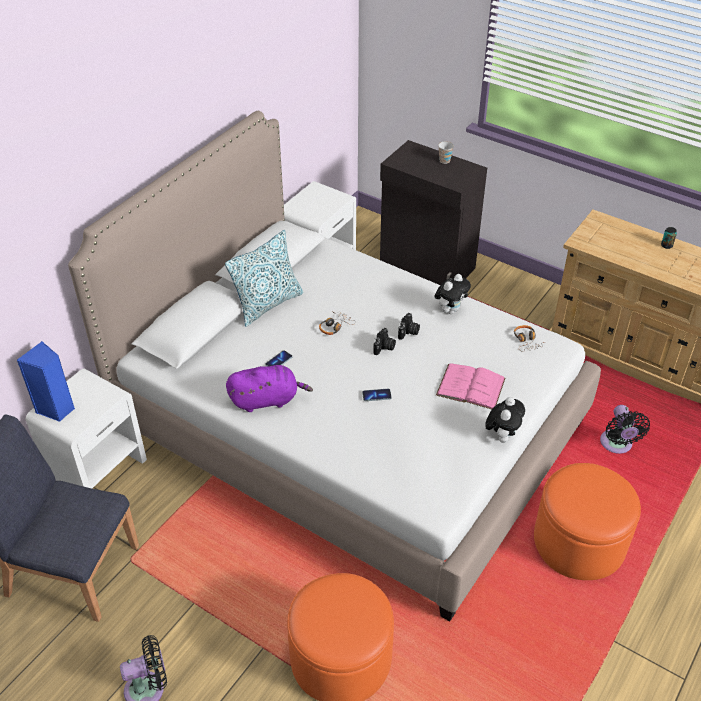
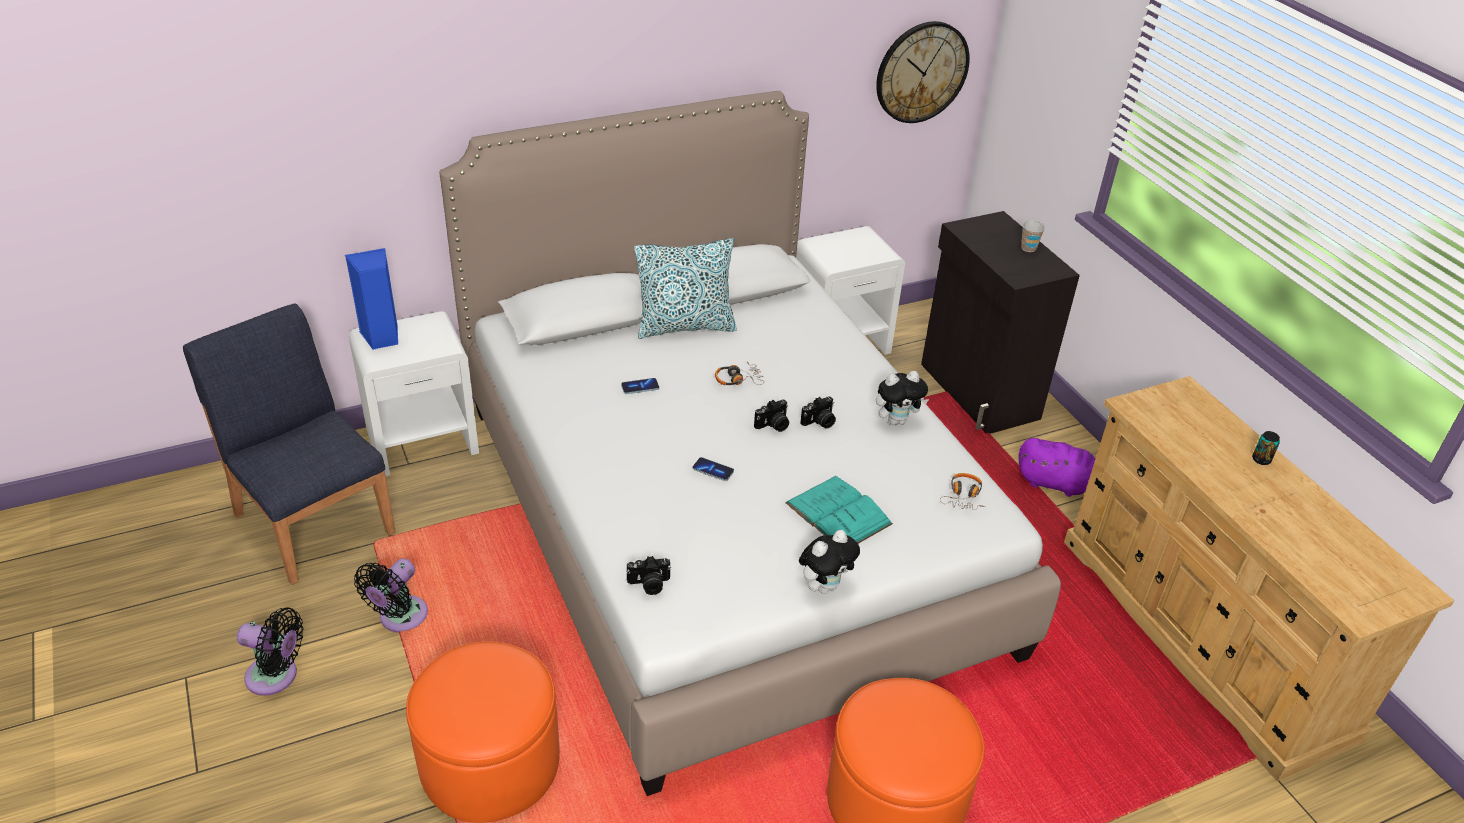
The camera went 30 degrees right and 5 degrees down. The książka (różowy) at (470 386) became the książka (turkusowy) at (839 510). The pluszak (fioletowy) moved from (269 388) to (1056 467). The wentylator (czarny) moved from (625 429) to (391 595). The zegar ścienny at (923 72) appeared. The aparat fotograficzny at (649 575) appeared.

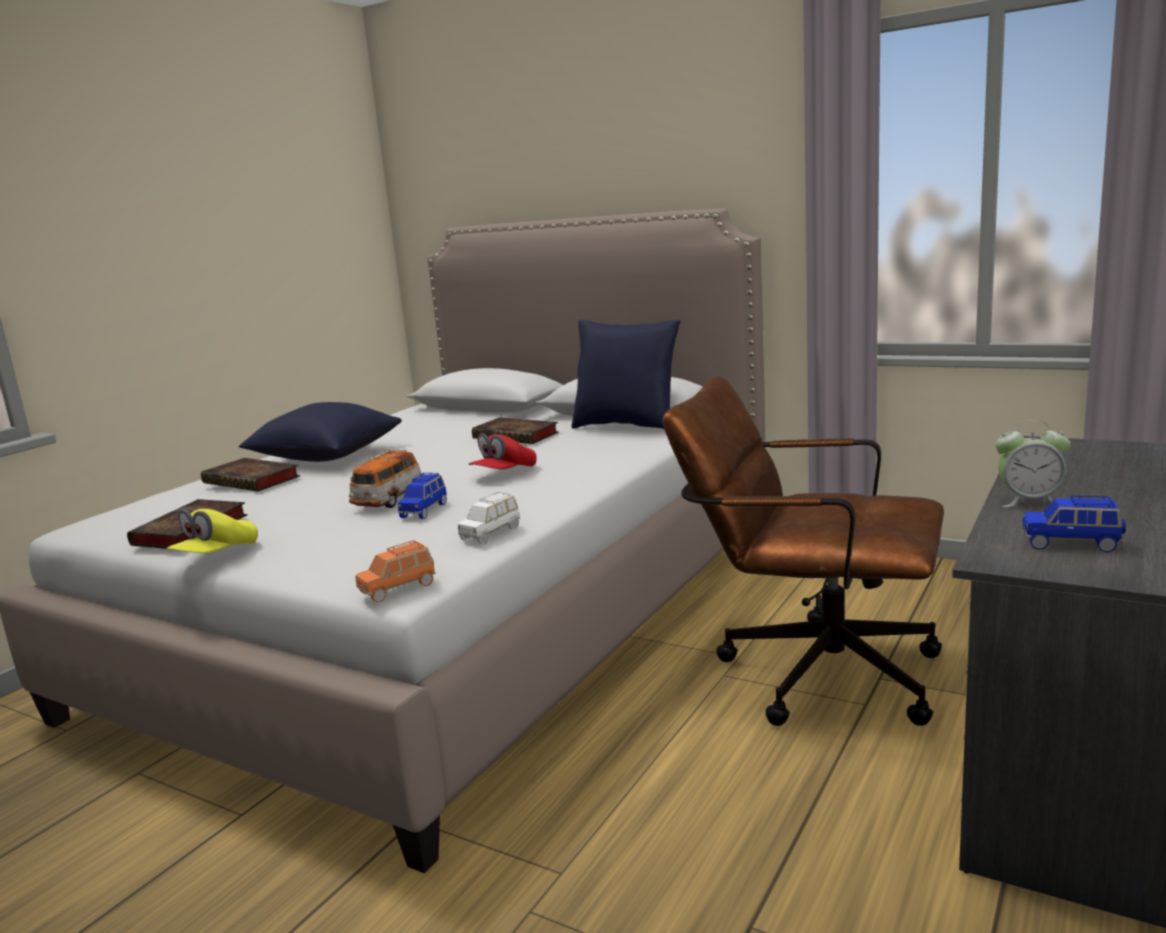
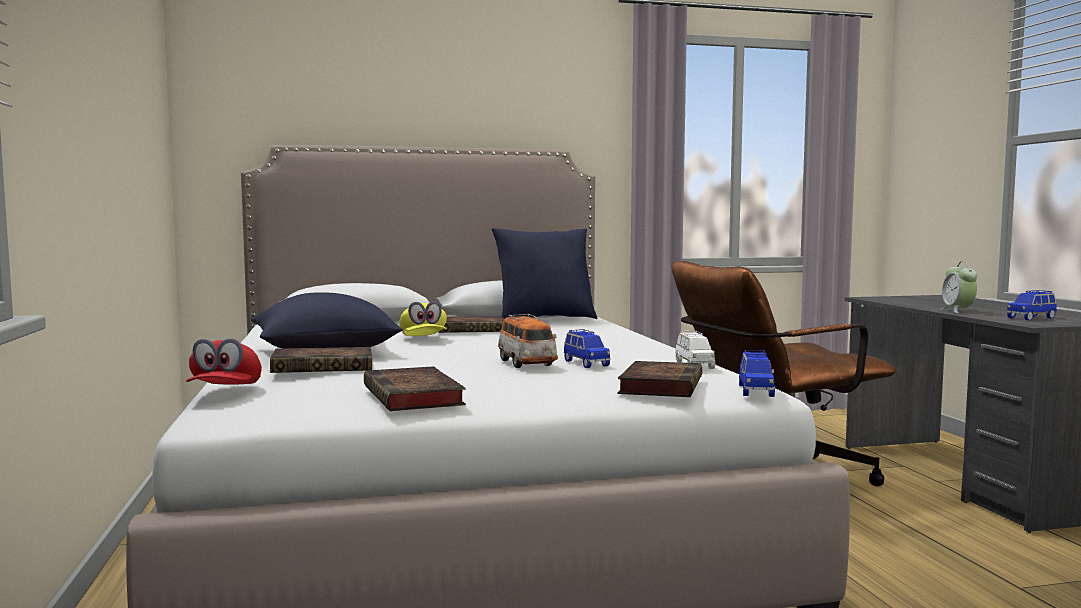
The camera went 45 degrees left and 10 degrees down. The budzik at (1032 464) turned 120 degrees clockwise. The czapka z daszkiem (czerwony) moved from (503 451) to (224 361). The czapka z daszkiem (żółty) moved from (212 531) to (423 318). The samochodzik (pomarańczowy) at (395 571) became the samochodzik (niebieski) at (757 373). The książka at (660 379) appeared.

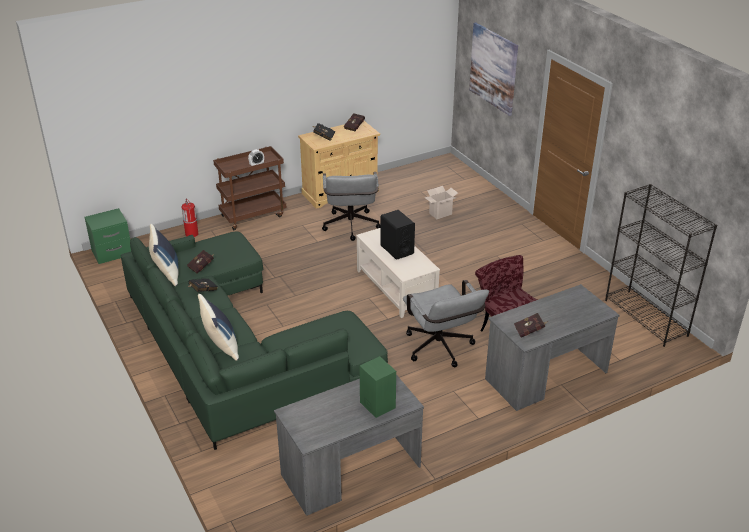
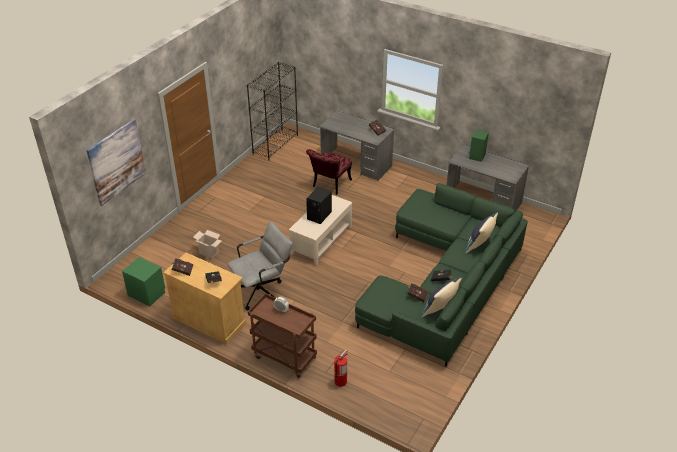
The camera went 120 degrees left and 5 degrees up. The szafka nocna (zielony) moved from (108 236) to (143 281). The krzesło biurowe (szary) at (446 323) disappeared.

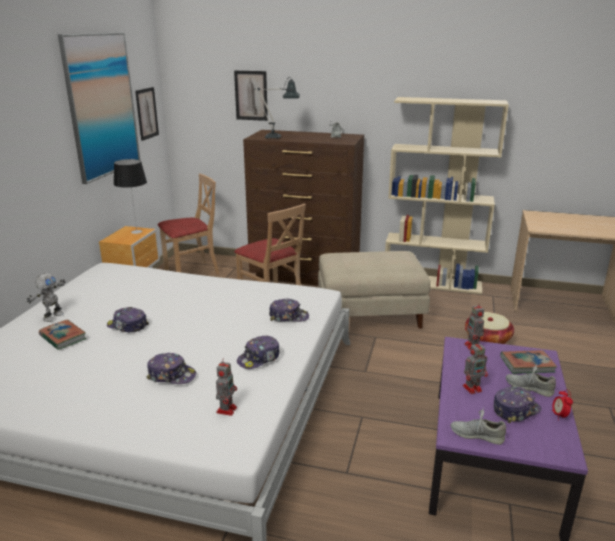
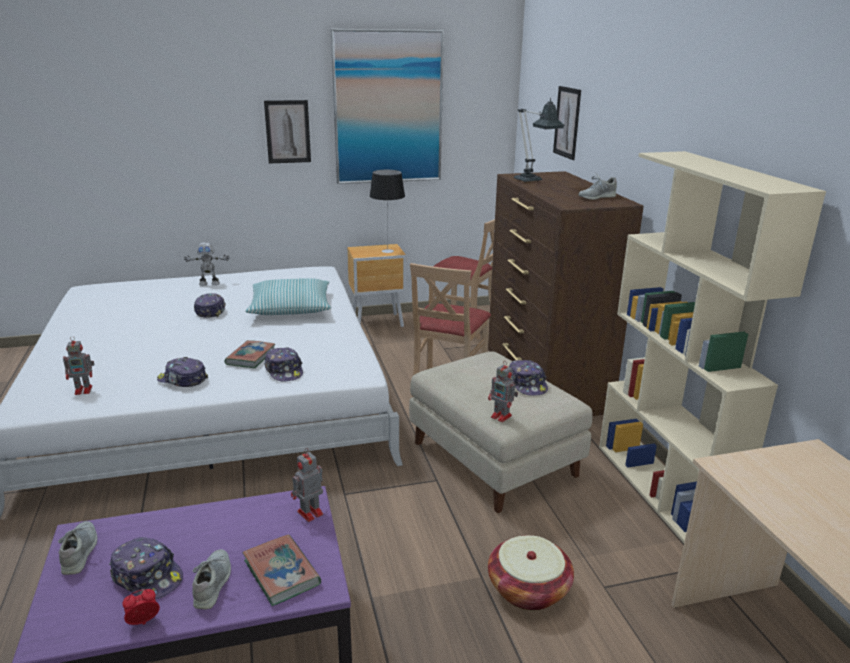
The camera went 60 degrees right and 0 degrees up. The obraz moved from (147 114) to (287 131). The książka moved from (62 334) to (249 354). The robot zabawkowy moved from (475 367) to (503 392). The czapka z daszkiem moved from (171 368) to (528 378). The poduszka at (288 296) appeared.

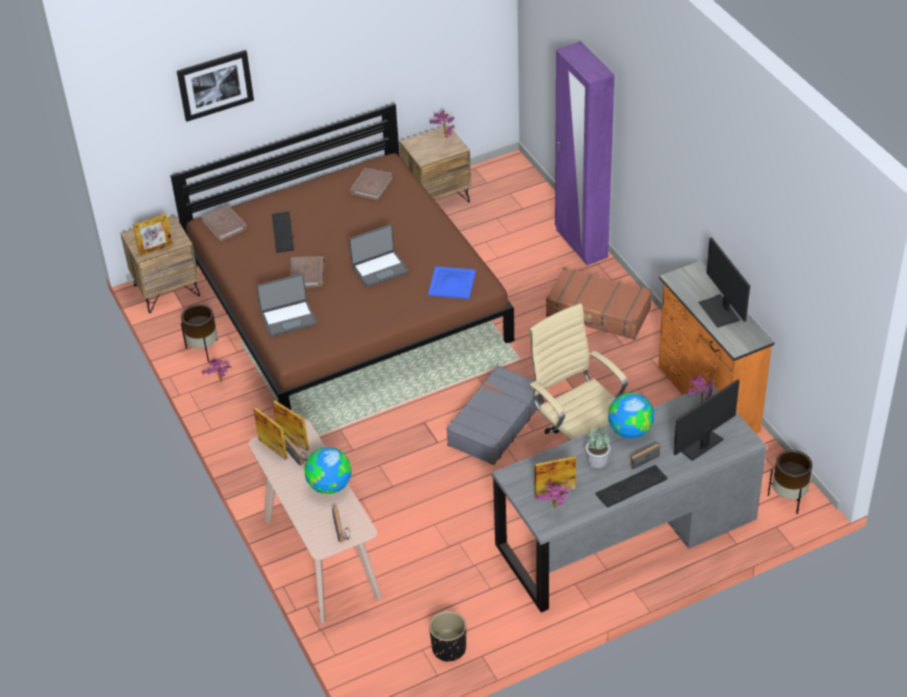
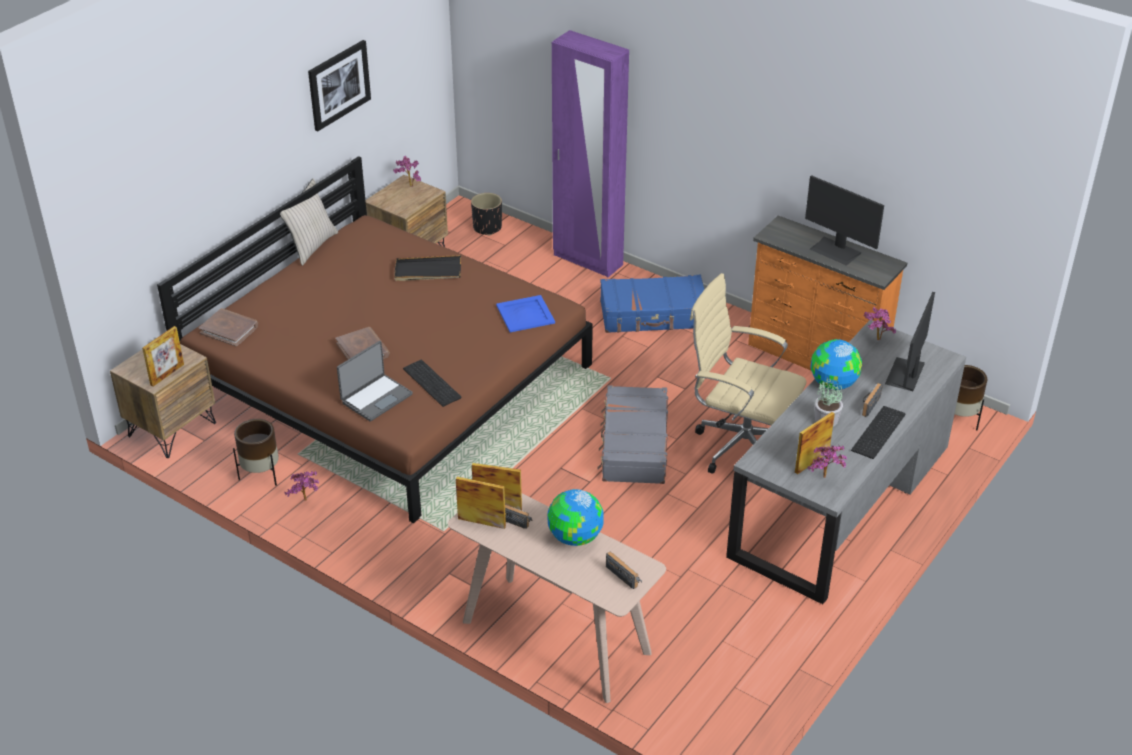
The camera went 30 degrees left and 5 degrees down. The obraz moved from (215 86) to (339 85). The książka (brązowy) at (371 183) disappeared. The klawiatura moved from (283 232) to (432 383). The laptop at (379 255) disappeared. The walizka (brązowy) at (599 303) became the walizka (niebieski) at (652 304). The donica (czarny) moved from (447 636) to (486 214). The poduszka (beżowy) at (309 222) appeared. The taca (czarny) at (427 268) appeared.

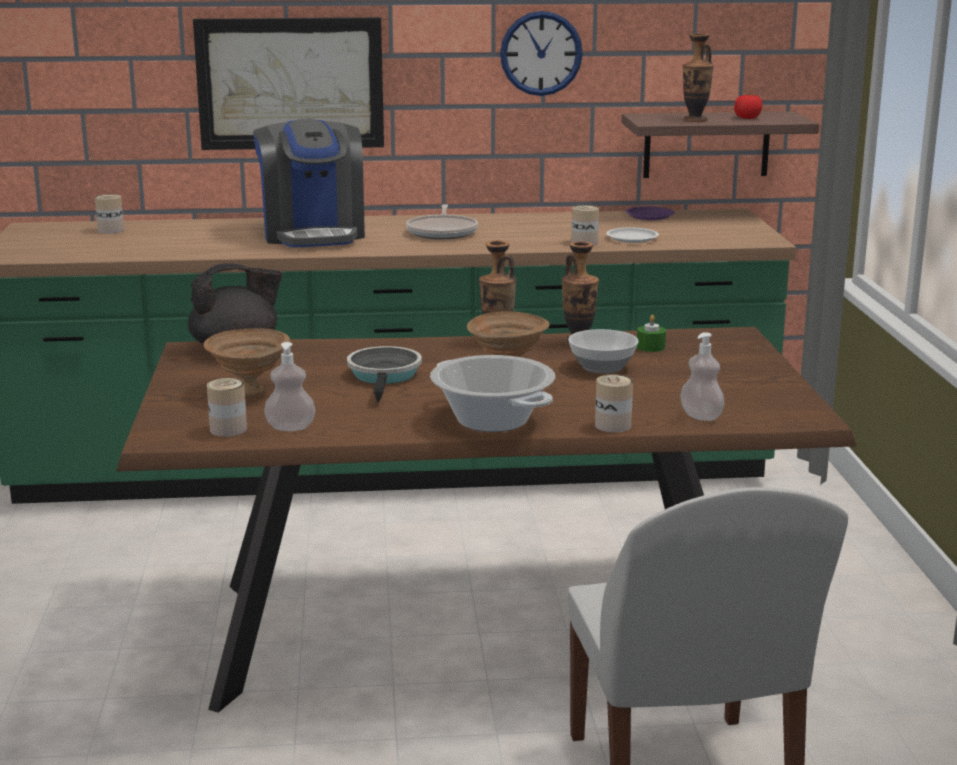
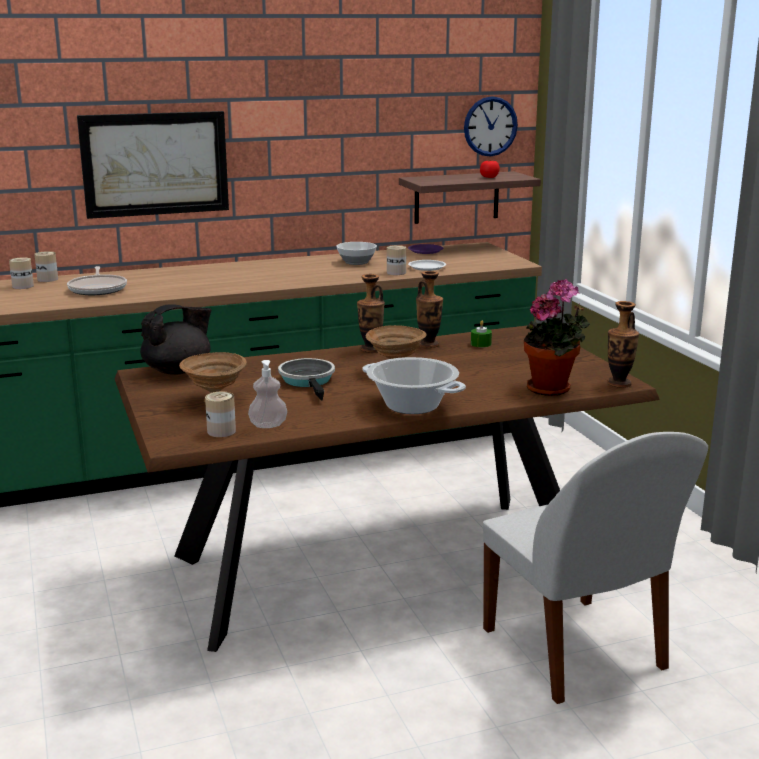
The camera went 15 degrees left and 0 degrees up. The zegar ścienny moved from (541 53) to (491 126). The wazon moved from (698 78) to (623 344). The ekspres do kawy at (309 183) disappeared. The patelnia moved from (442 221) to (97 280). The miska moved from (603 351) to (356 253). The dozownik mydła at (702 376) was replaced by the roślina doniczkowa at (557 337). The puszka moved from (614 403) to (46 266).

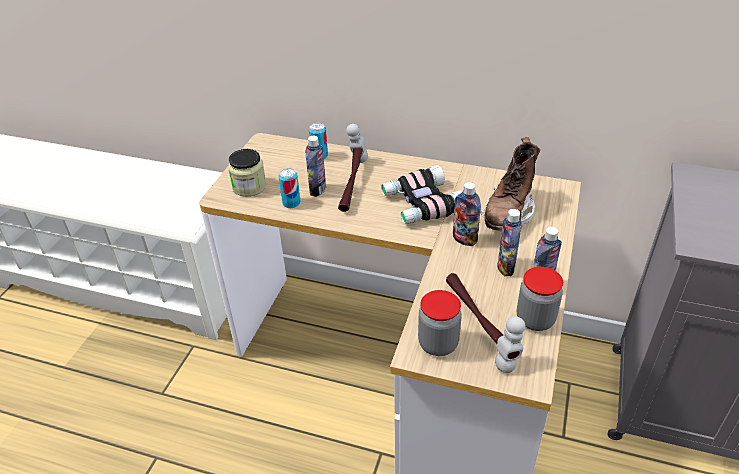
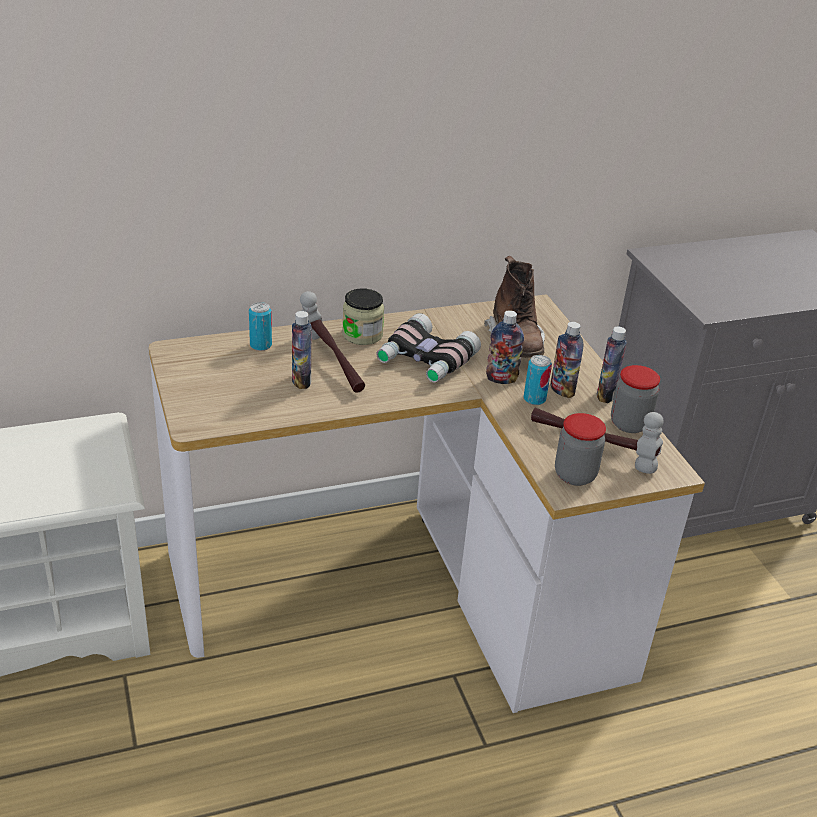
The camera went 40 degrees left and 5 degrees down. The słoik moved from (247 173) to (363 316). The puszka moved from (289 188) to (538 380).

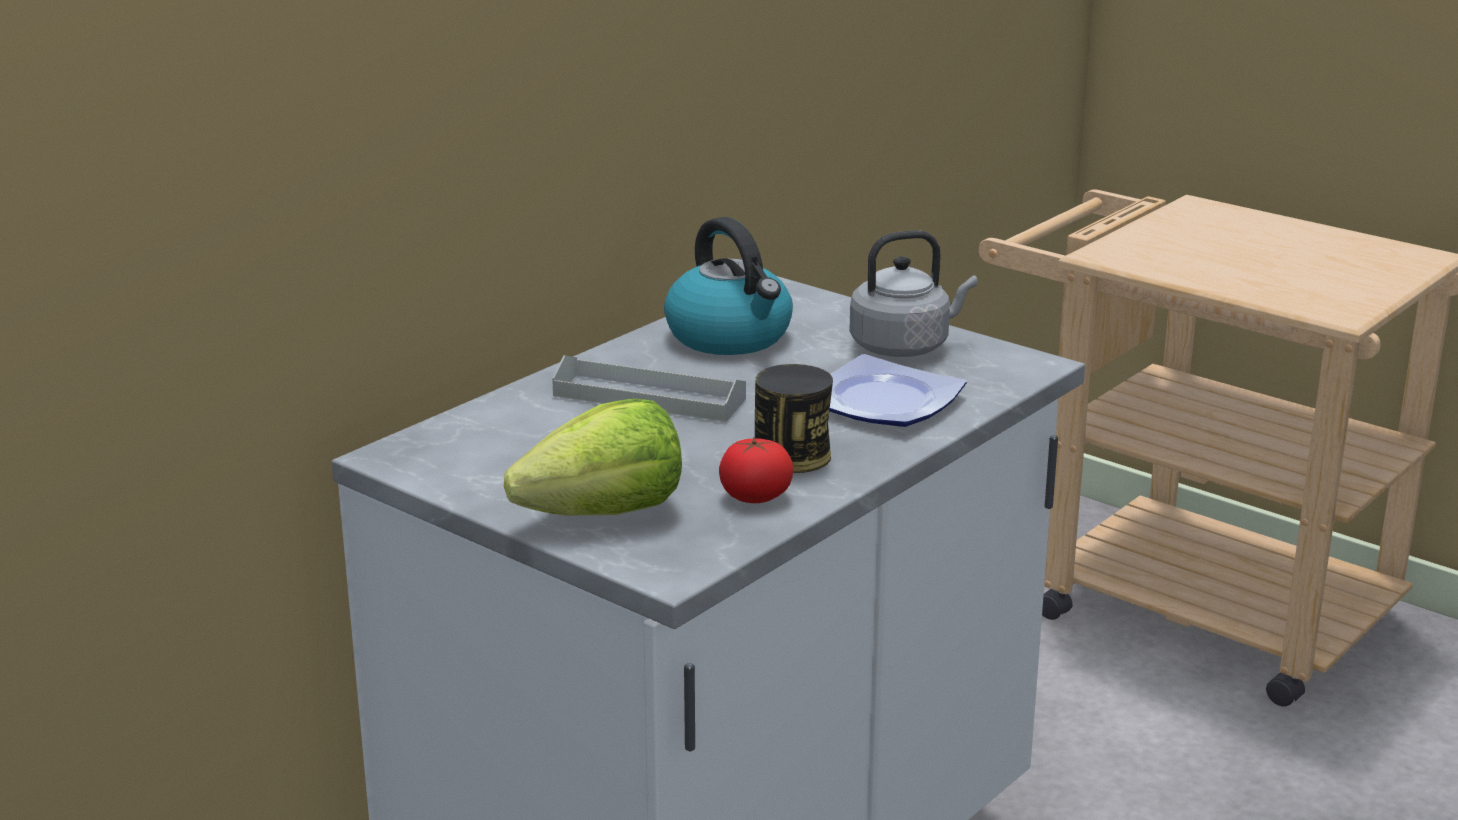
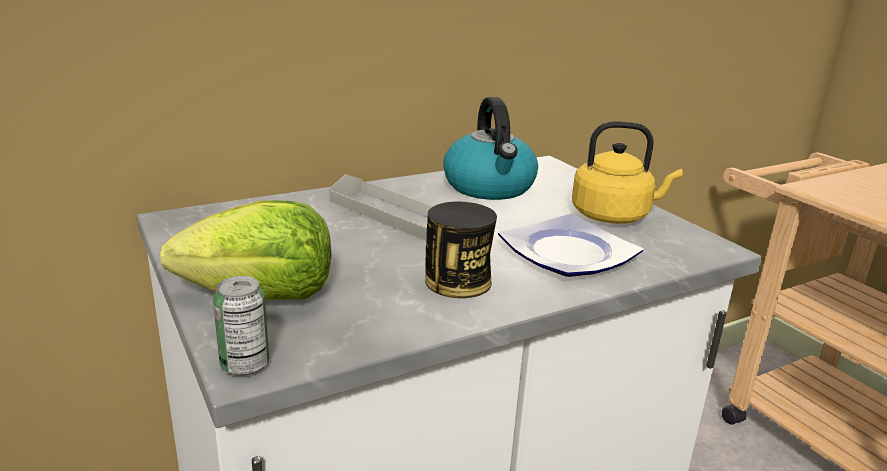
The camera went 20 degrees right and 0 degrees up. The czajnik (szary) at (913 294) became the czajnik (żółty) at (627 172). The pomidor at (756 470) disappeared. The puszka at (241 326) appeared.

